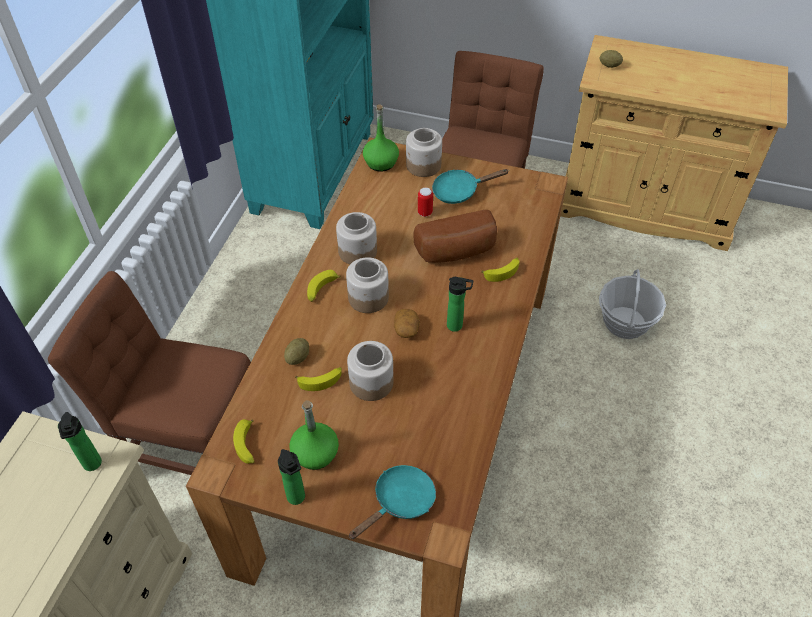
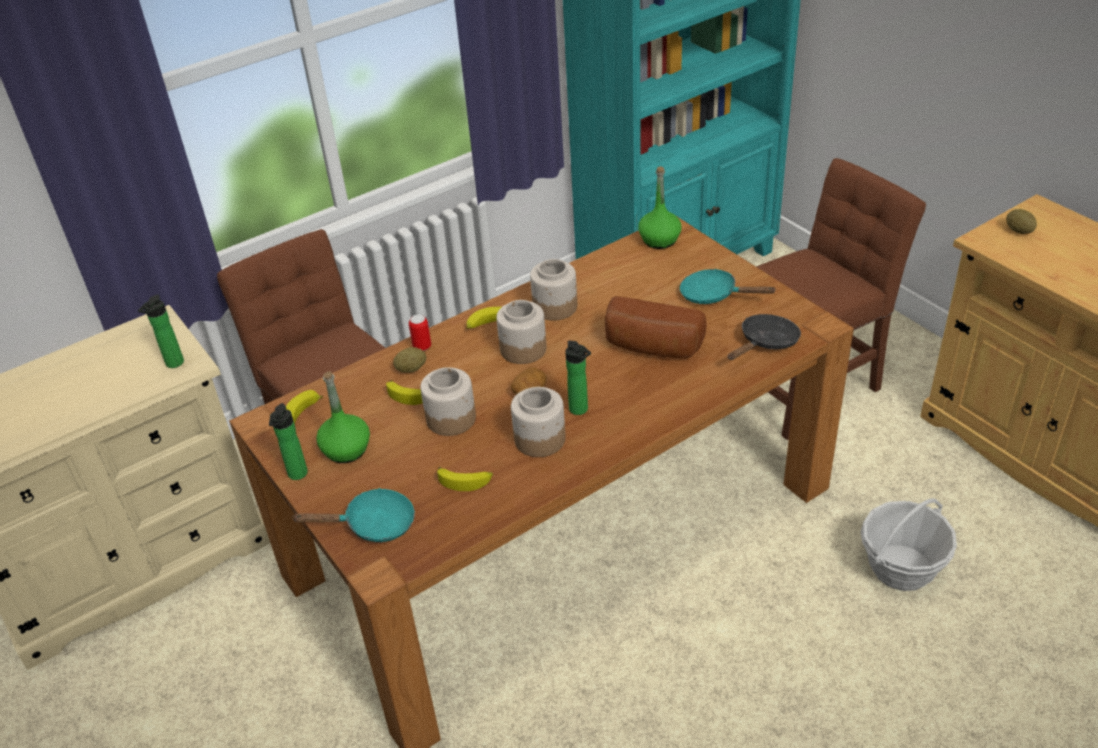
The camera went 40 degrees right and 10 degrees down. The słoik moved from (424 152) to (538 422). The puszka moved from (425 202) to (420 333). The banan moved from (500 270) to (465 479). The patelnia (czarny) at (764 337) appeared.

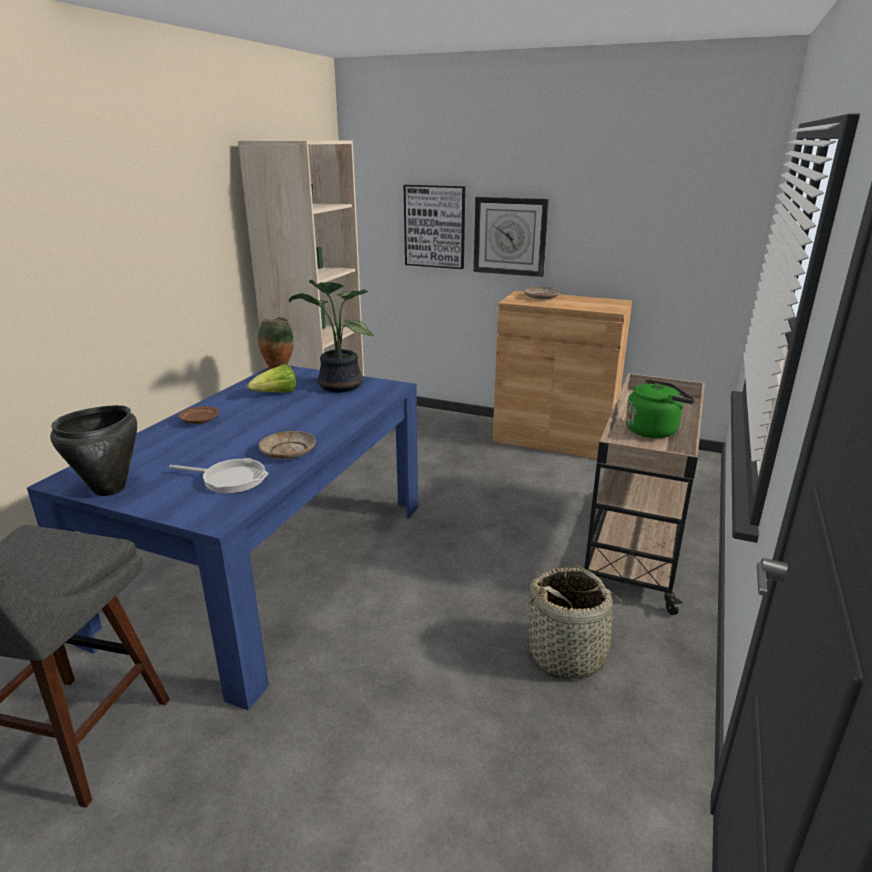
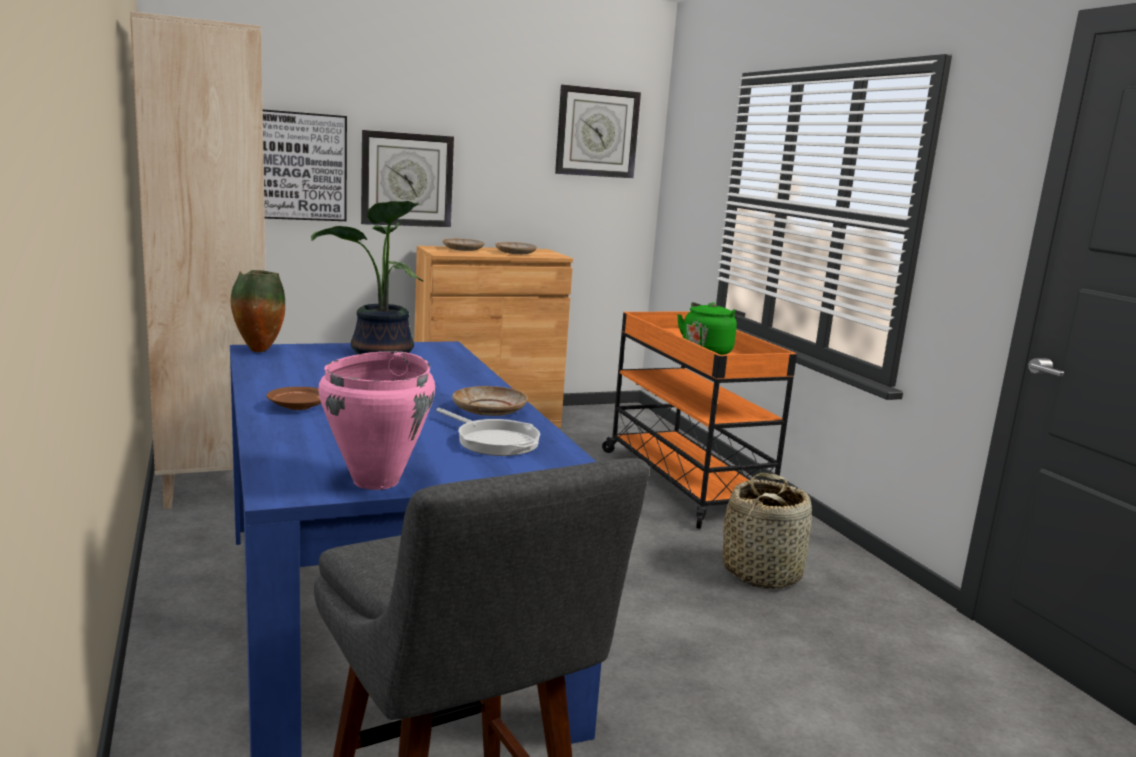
The camera went 45 degrees left and 10 degrees down. The sałata at (271 379) disappeared. The wózek (beżowy) at (645 494) became the wózek (pomarańczowy) at (699 420). The garnek (czarny) at (93 450) became the garnek (różowy) at (376 420). The patelnia at (219 476) turned 75 degrees clockwise. The zegar ścienny at (598 131) appeared. The talerz (beżowy) at (516 248) appeared.

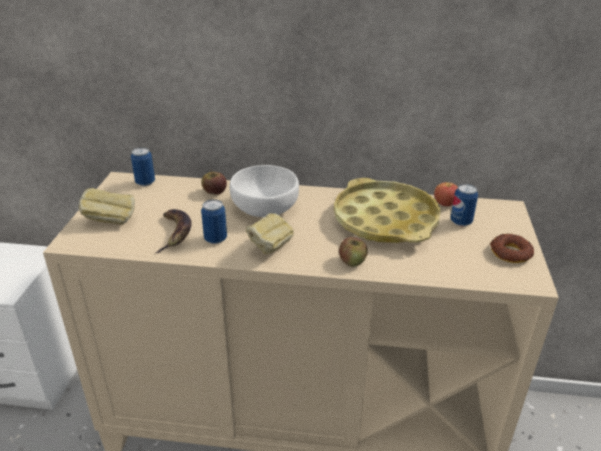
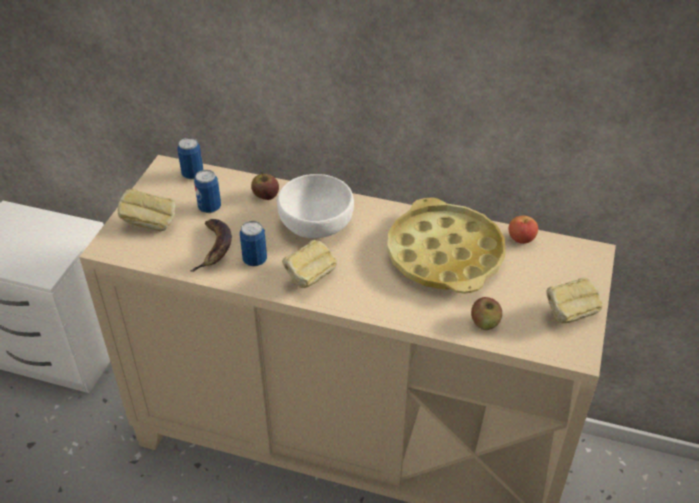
The camera went 10 degrees right and 10 degrees up. The puszka moved from (464 205) to (207 191). The donut at (512 248) was replaced by the chleb at (574 300). The jabłko moved from (353 252) to (486 313).

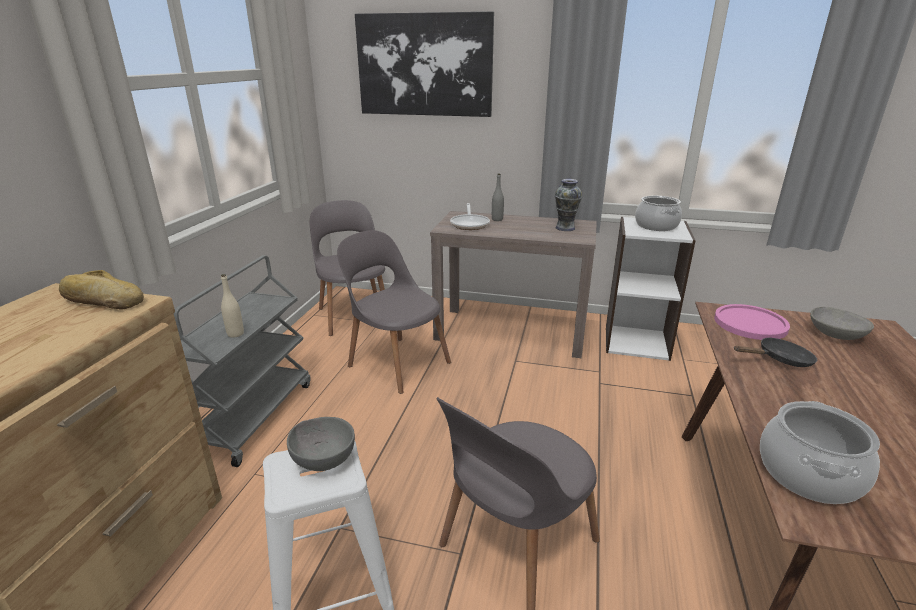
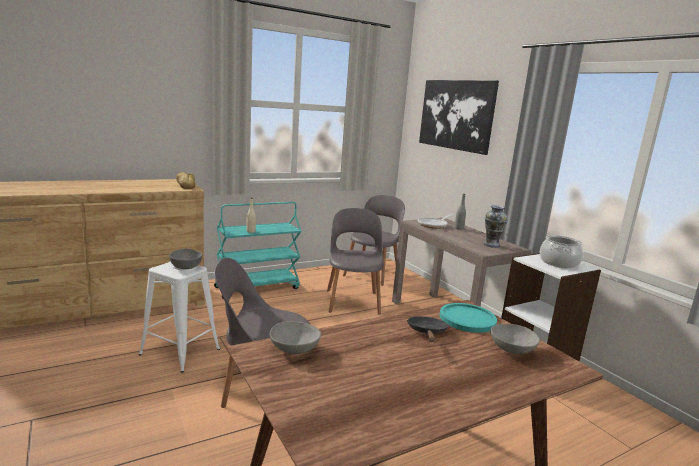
The camera went 45 degrees right and 10 degrees down. The wózek (szary) at (242 361) became the wózek (turkusowy) at (258 250). The talerz (różowy) at (752 322) became the talerz (turkusowy) at (468 318). The patelnia (czarny) at (775 352) turned 120 degrees counterclockwise. The garnek at (820 452) was replaced by the miska (szary) at (295 337).

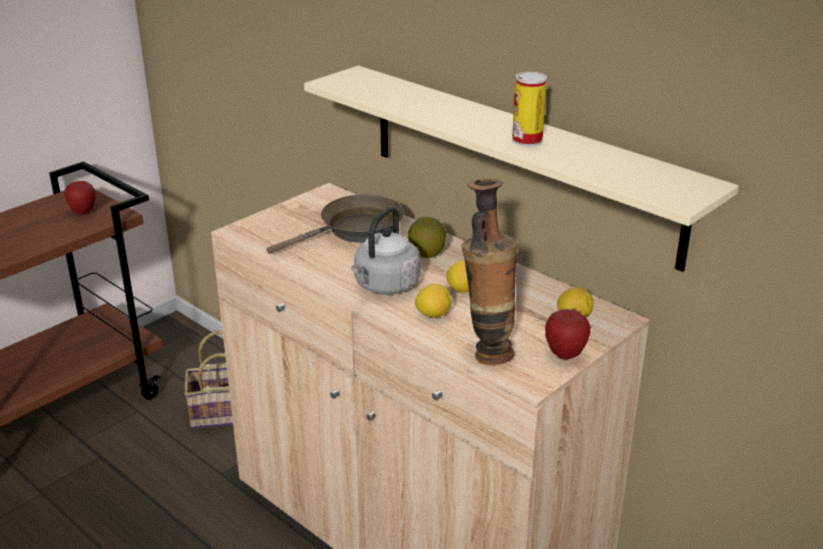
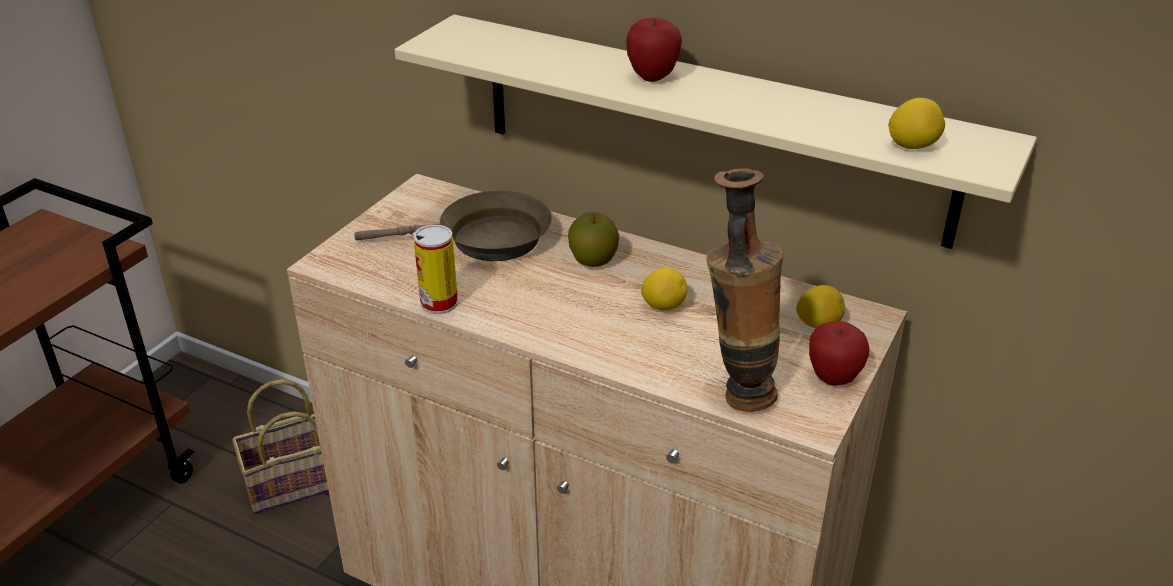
The camera went 15 degrees left and 5 degrees up. The puszka moved from (529 109) to (435 269). The jabłko moved from (80 198) to (654 50). The patelnia (brązowy) at (335 224) turned 45 degrees clockwise. The czajnik (szary) at (385 251) disappeared. The cytryna moved from (433 301) to (916 123).

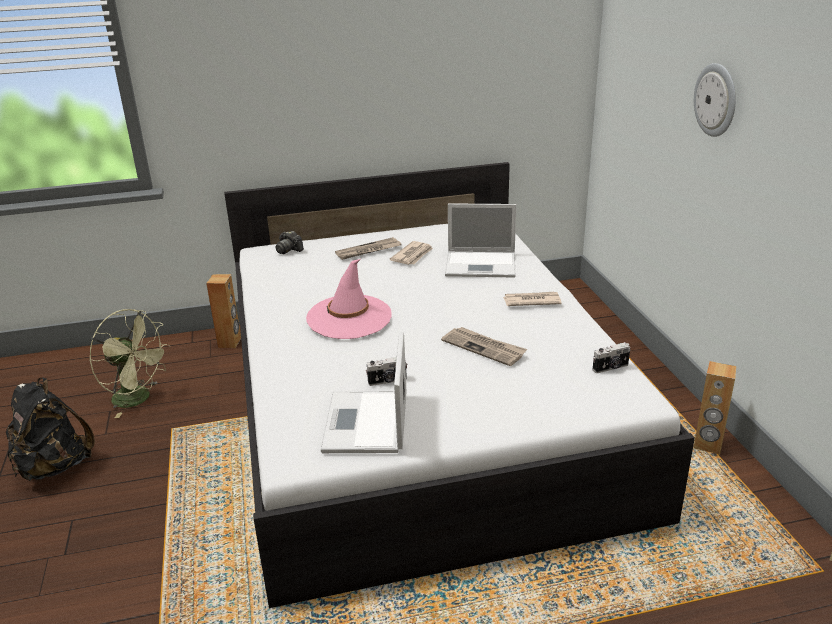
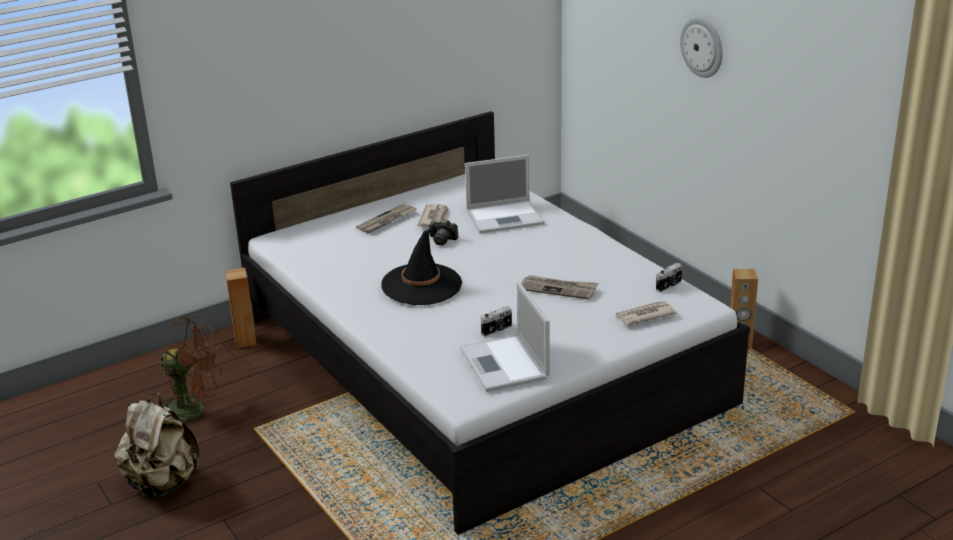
The camera went 20 degrees left and 0 degrees up. The aparat fotograficzny moved from (289 242) to (443 232). The kapelusz (różowy) at (349 299) became the kapelusz (czarny) at (421 266). The gazeta moved from (532 299) to (646 313). The wentylator (zielony) at (130 363) became the wentylator (brązowy) at (191 372). The plecak (czarny) at (50 429) became the plecak (beżowy) at (156 446).

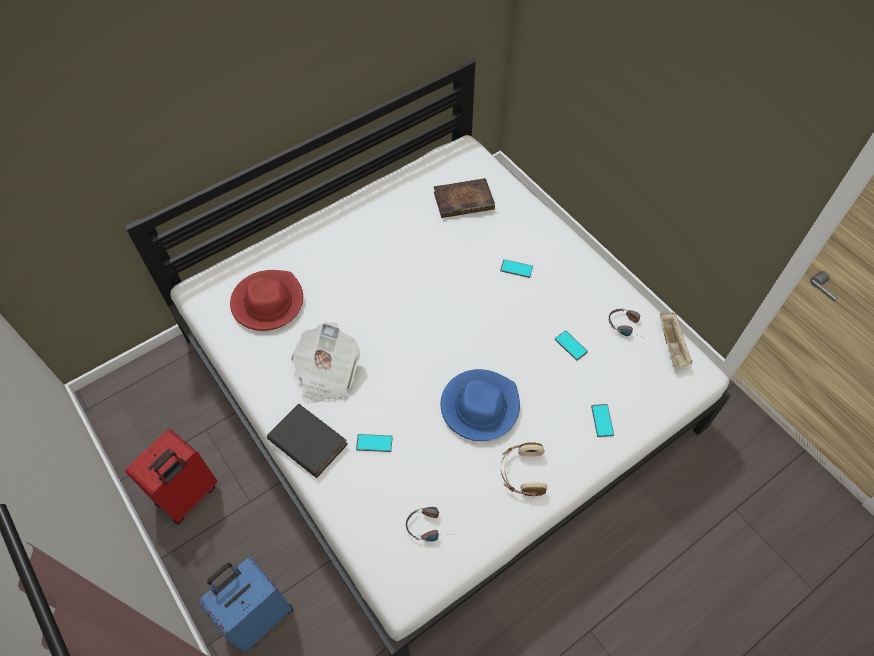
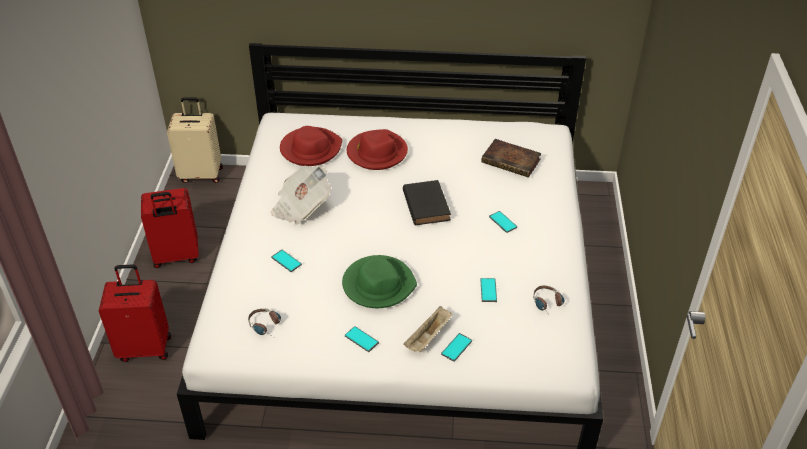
The camera went 40 degrees right and 15 degrees down. The taca (beżowy) moved from (676 340) to (427 329). The kapelusz (niebieski) at (480 405) became the kapelusz (zielony) at (379 281). The książka (czarny) moved from (307 440) to (427 202). The słuchawki (beżowy) at (524 469) was replaced by the telefon at (362 339). The walizka (niebieski) at (245 604) became the walizka (czerwony) at (135 313). The walizka (beżowy) at (195 140) appeared. The kapelusz (czerwony) at (377 149) appeared.

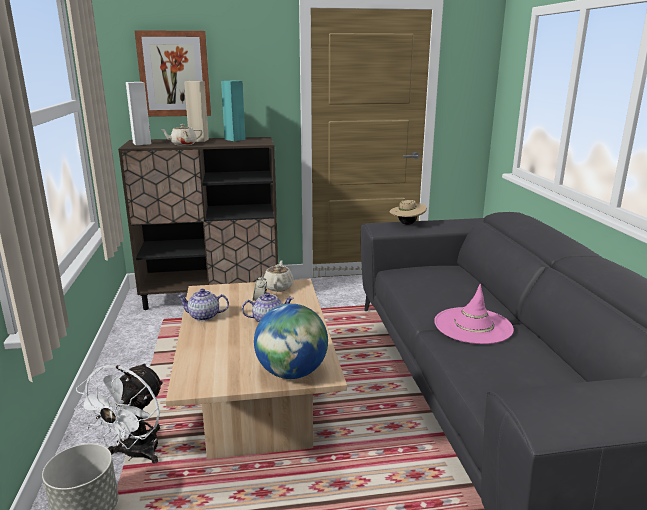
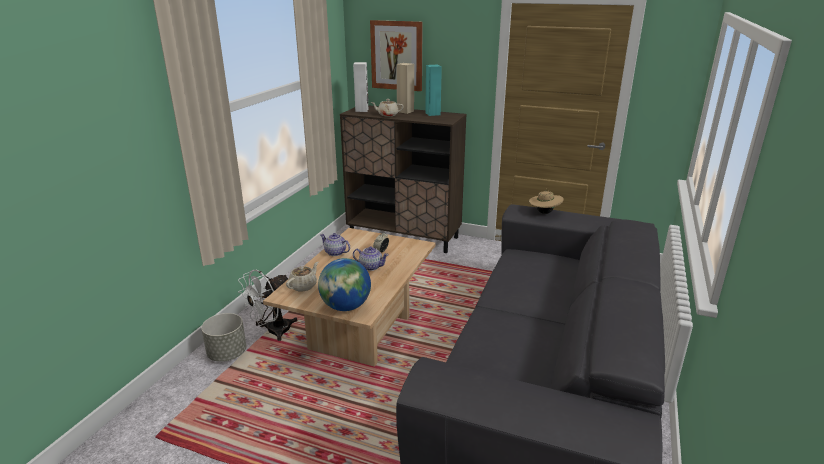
The camera went 30 degrees right and 5 degrees up. The imbryk (beżowy) moved from (278 276) to (302 276). The kapelusz (różowy) at (474 314) disappeared.

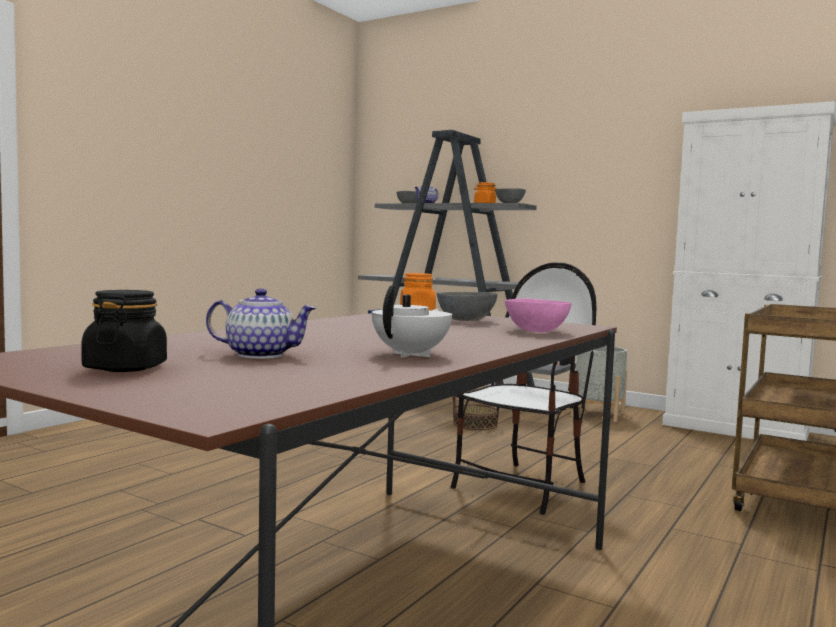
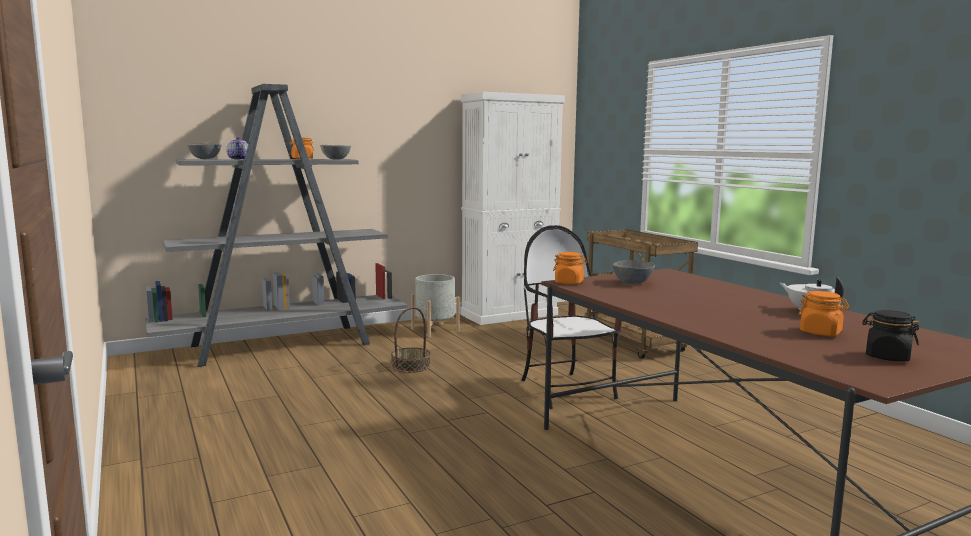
The camera went 60 degrees left and 5 degrees up. The imbryk at (261 324) was replaced by the słoik (pomarańczowy) at (823 313). The miska (różowy) at (537 315) disappeared.

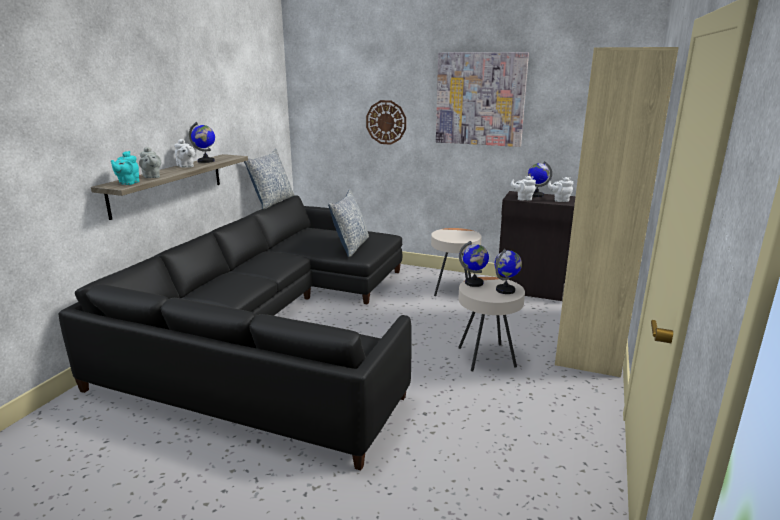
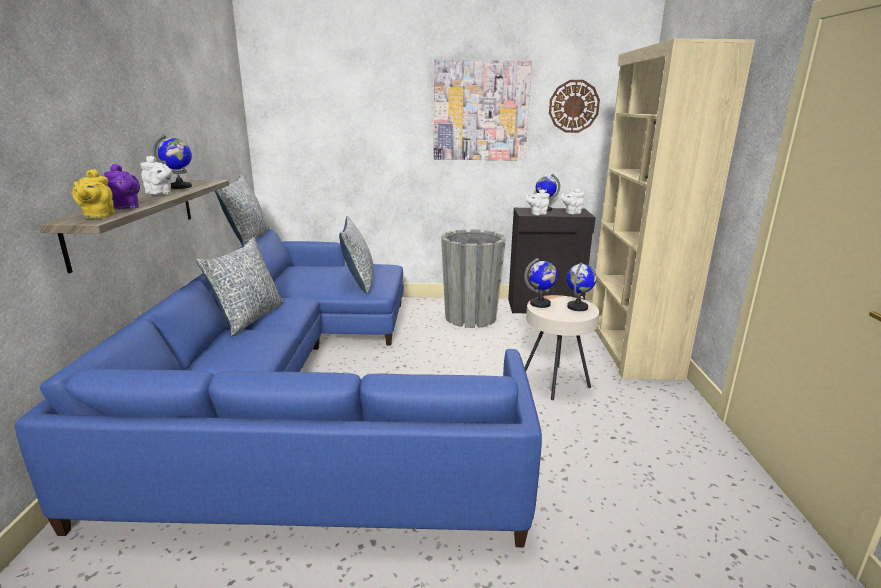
The camera went 20 degrees left and 0 degrees up. The zegar ścienny moved from (386 122) to (574 106). The imbryk (szary) at (150 162) became the imbryk (fioletowy) at (122 186). The imbryk (turkusowy) at (125 168) became the imbryk (żółty) at (93 194). The kanapa (czarny) at (235 333) became the kanapa (niebieski) at (278 388). The stolik (beżowy) at (456 262) was replaced by the donica (szary) at (473 278). The poduszka at (240 286) appeared.

